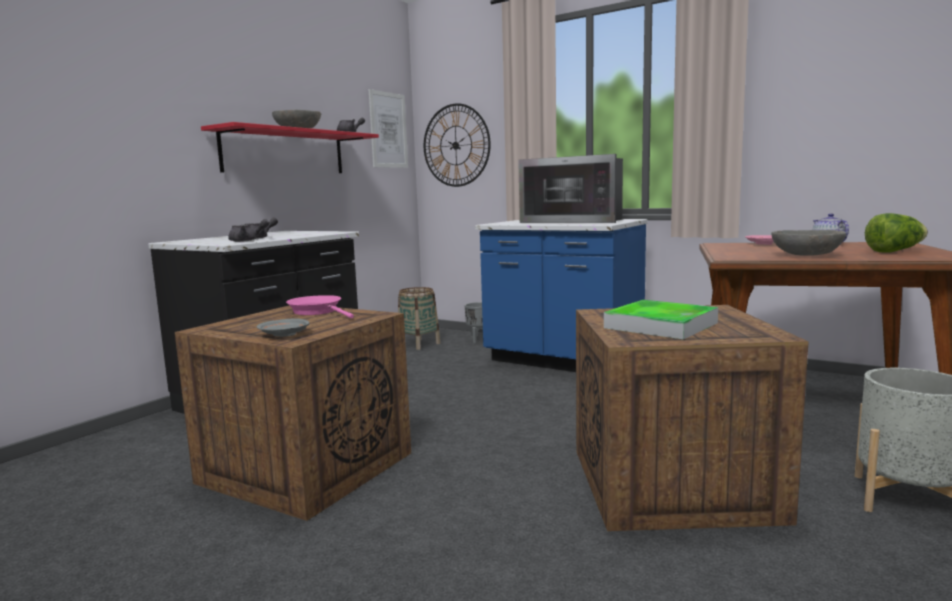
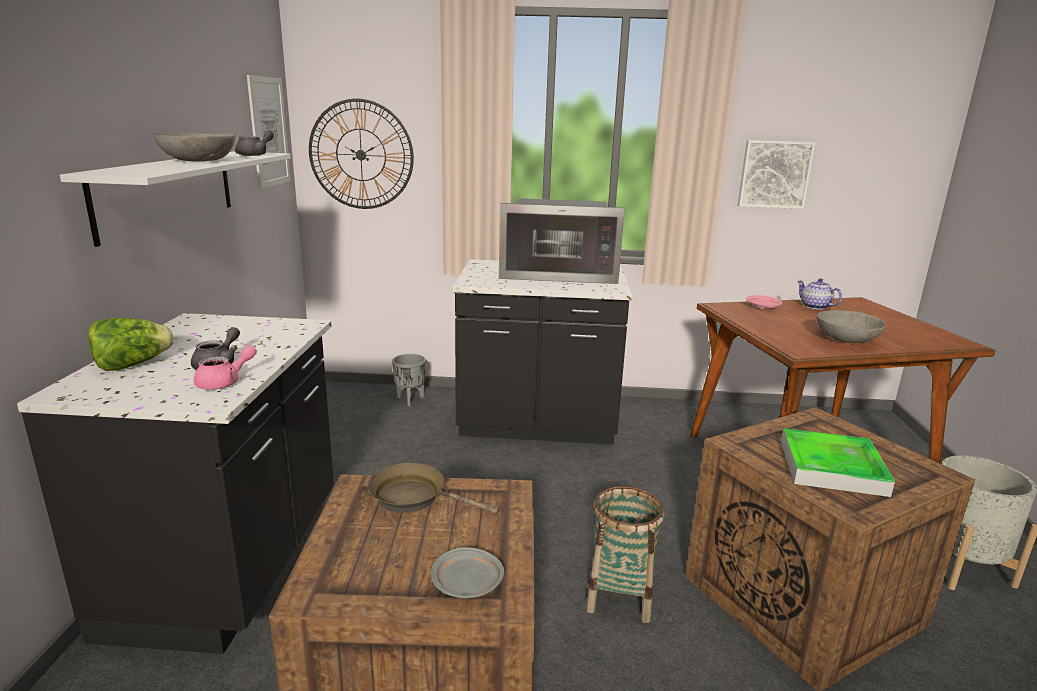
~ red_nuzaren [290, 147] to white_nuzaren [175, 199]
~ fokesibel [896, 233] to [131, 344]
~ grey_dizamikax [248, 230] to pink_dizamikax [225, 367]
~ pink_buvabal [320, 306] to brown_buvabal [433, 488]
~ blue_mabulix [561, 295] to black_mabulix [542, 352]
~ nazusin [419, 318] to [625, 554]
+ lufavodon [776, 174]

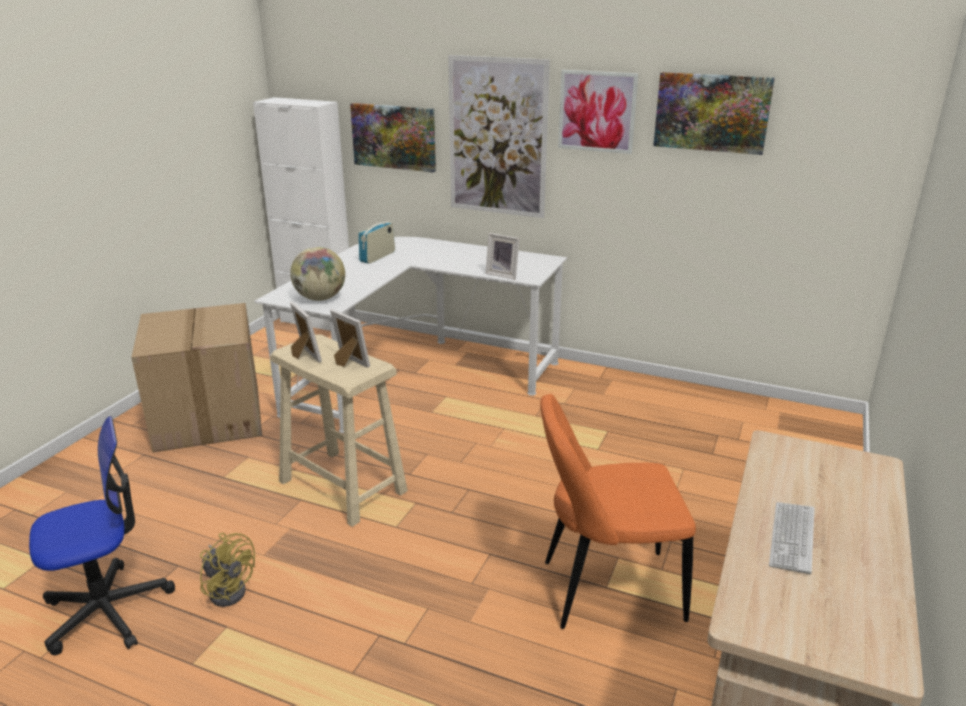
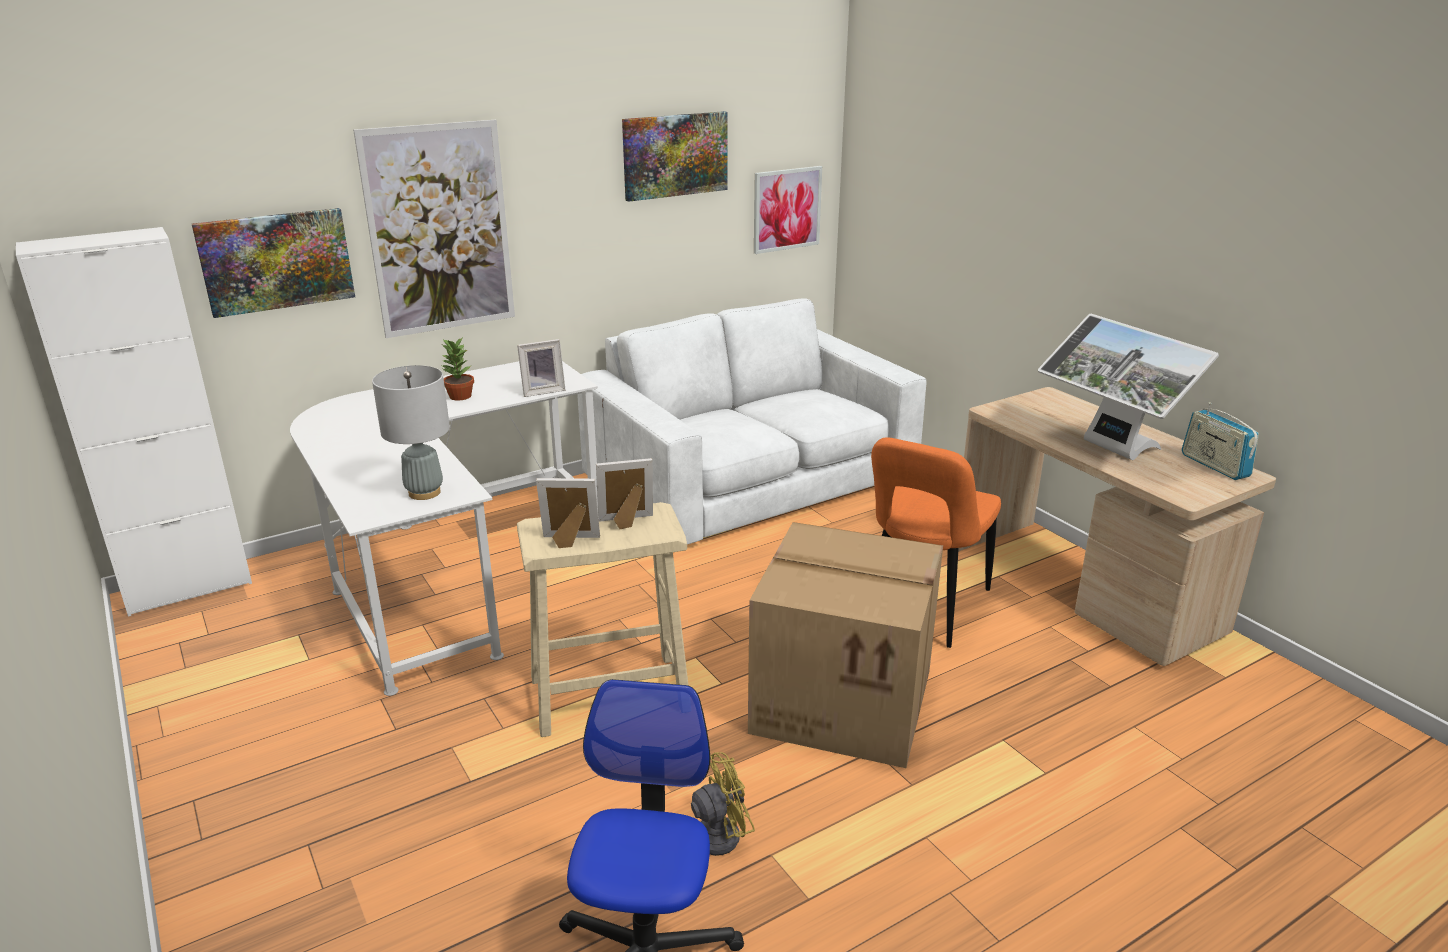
~ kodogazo [317, 274] to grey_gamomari [411, 432]
+ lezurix [457, 369]
+ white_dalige [752, 421]
~ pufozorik [196, 378] to [845, 645]
~ lufavodon [598, 112] to [788, 210]
~ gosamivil [792, 538] to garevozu [1128, 387]
~ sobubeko [377, 240] to [1220, 441]

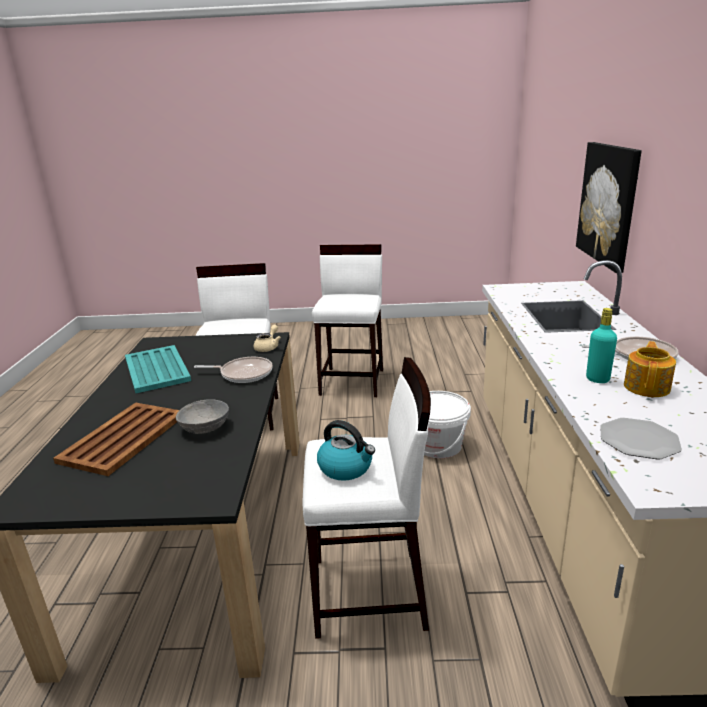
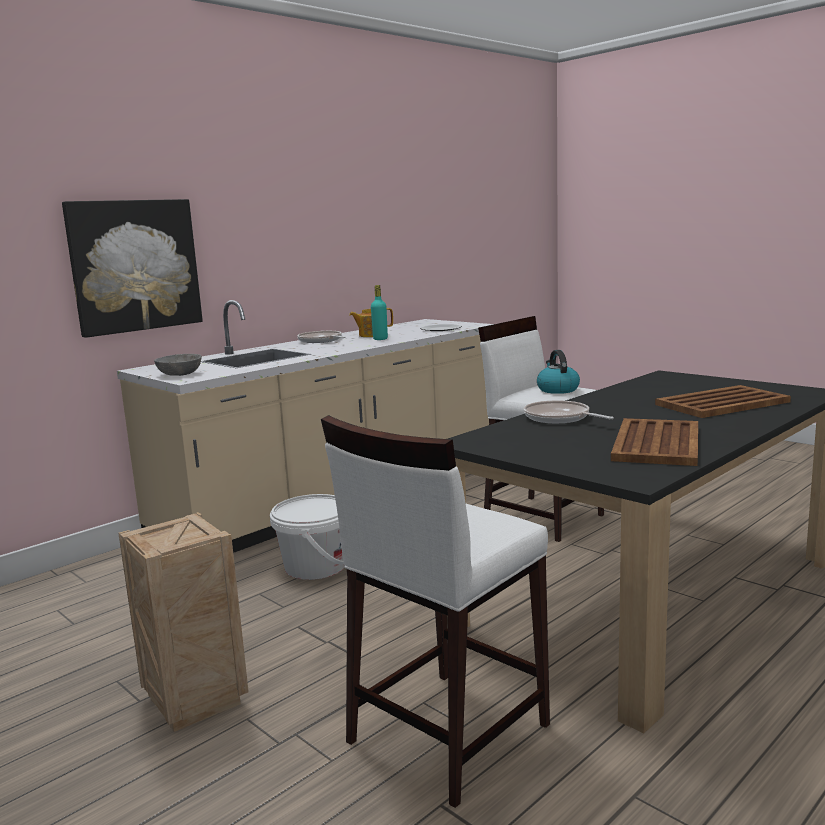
~ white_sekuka [347, 320] to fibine [183, 622]
~ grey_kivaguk [202, 416] to [178, 365]
~ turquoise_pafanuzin [158, 369] to brown_pafanuzin [654, 442]
- beige_dizamikax [267, 338]

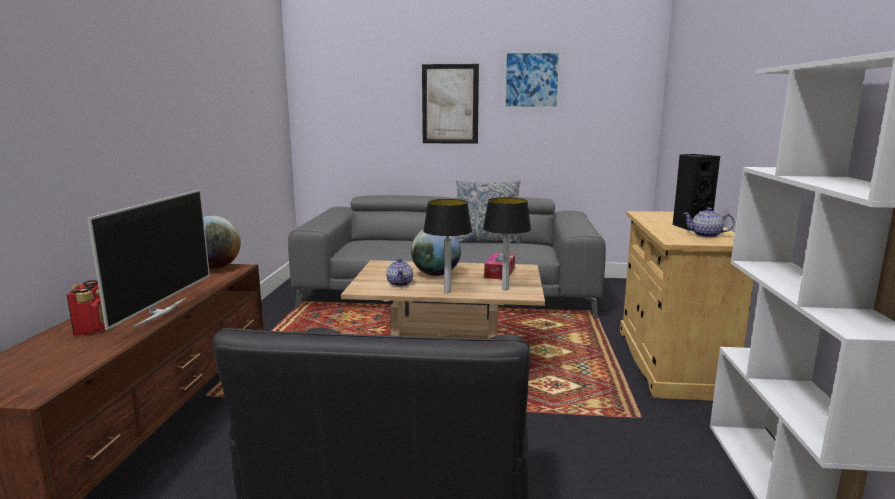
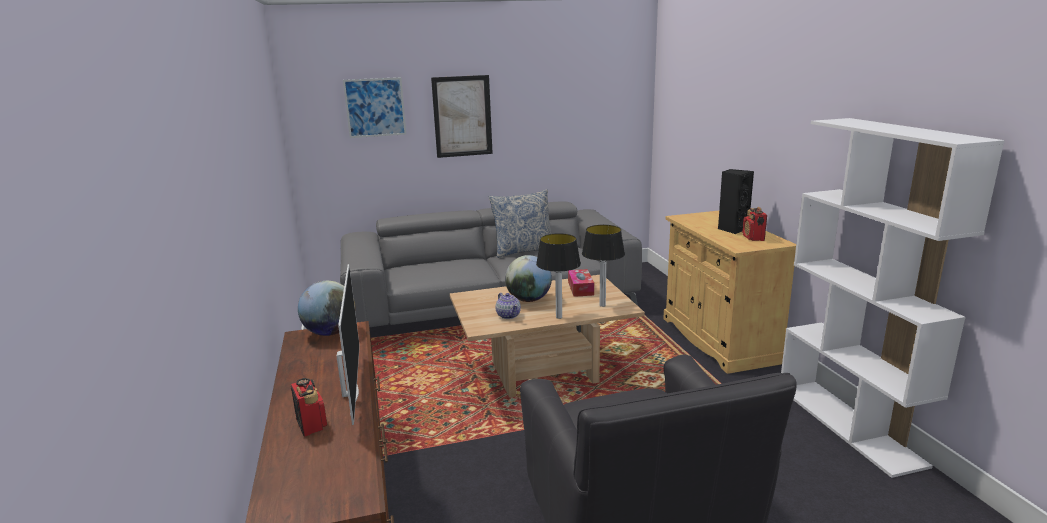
~ lufavodon [532, 79] to [374, 107]
~ dizamikax [709, 222] to sobubeko [754, 224]

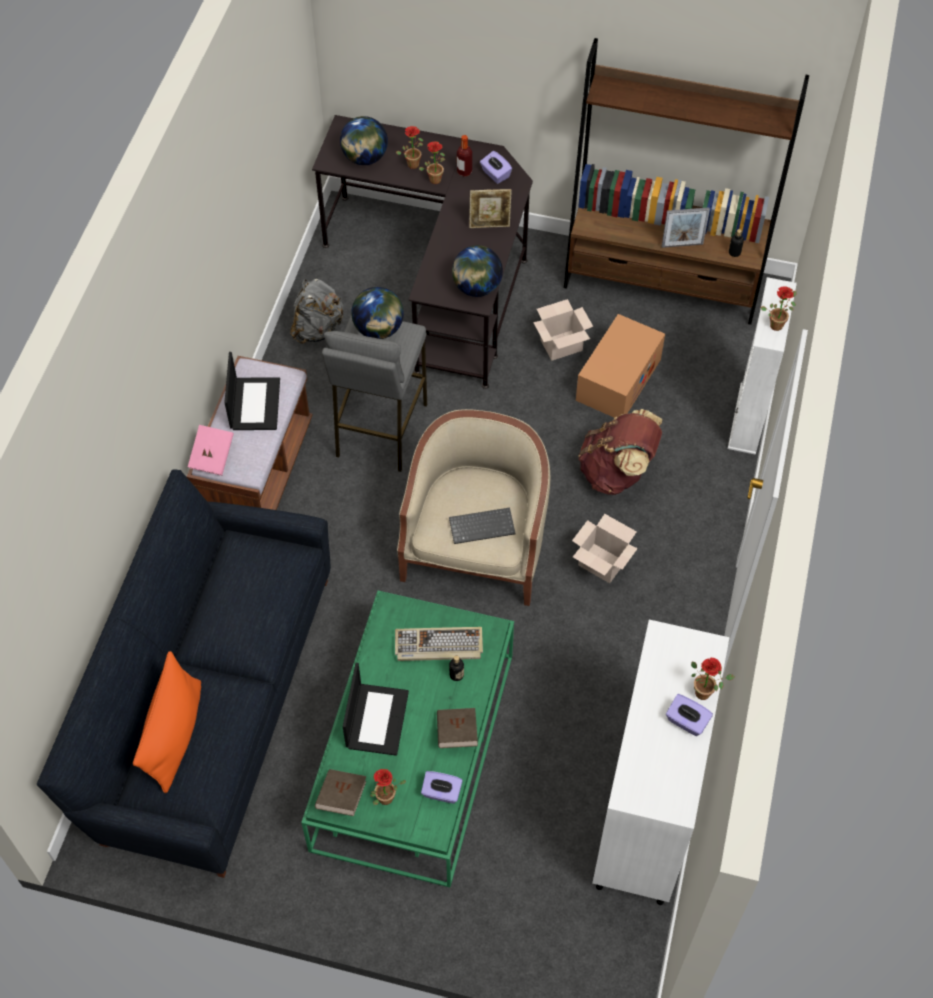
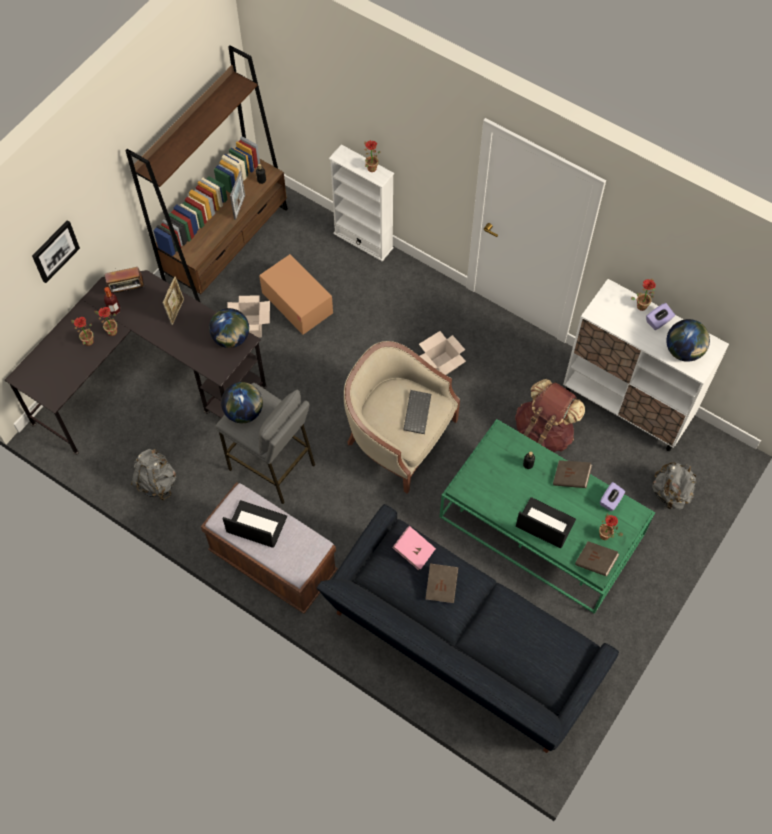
+ lufavodon [56, 251]
~ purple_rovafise [496, 167] to sobubeko [125, 280]
~ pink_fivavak [211, 450] to [414, 548]
+ brown_fivavak [442, 583]
~ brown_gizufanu [620, 452] to [550, 415]
+ grey_gizufanu [674, 486]
~ kodogazo [364, 140] to [688, 340]
- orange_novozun [167, 722]
- gosamivil [439, 644]

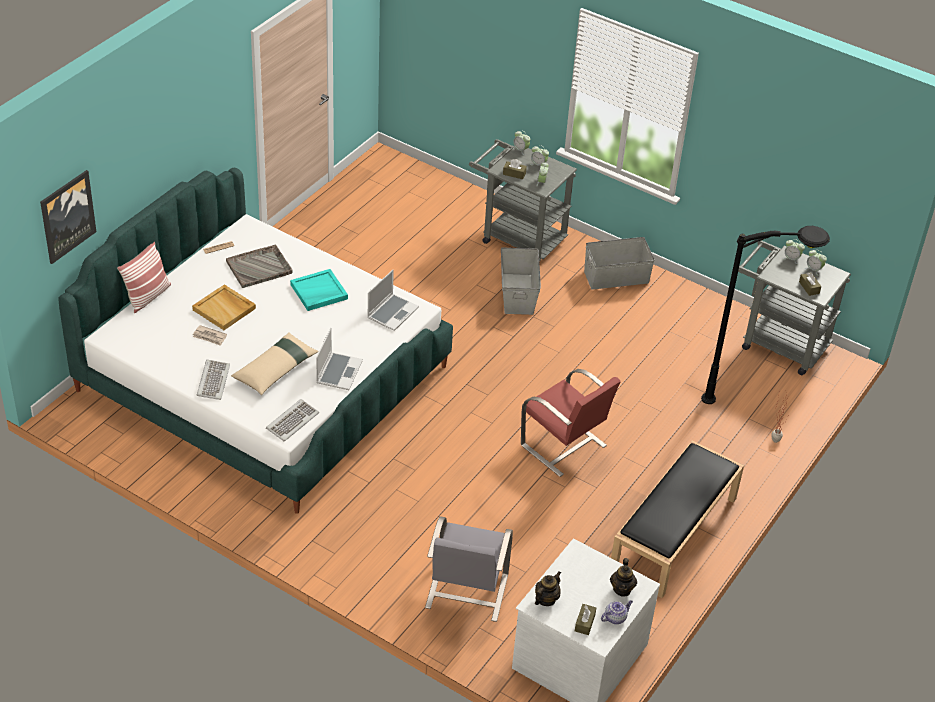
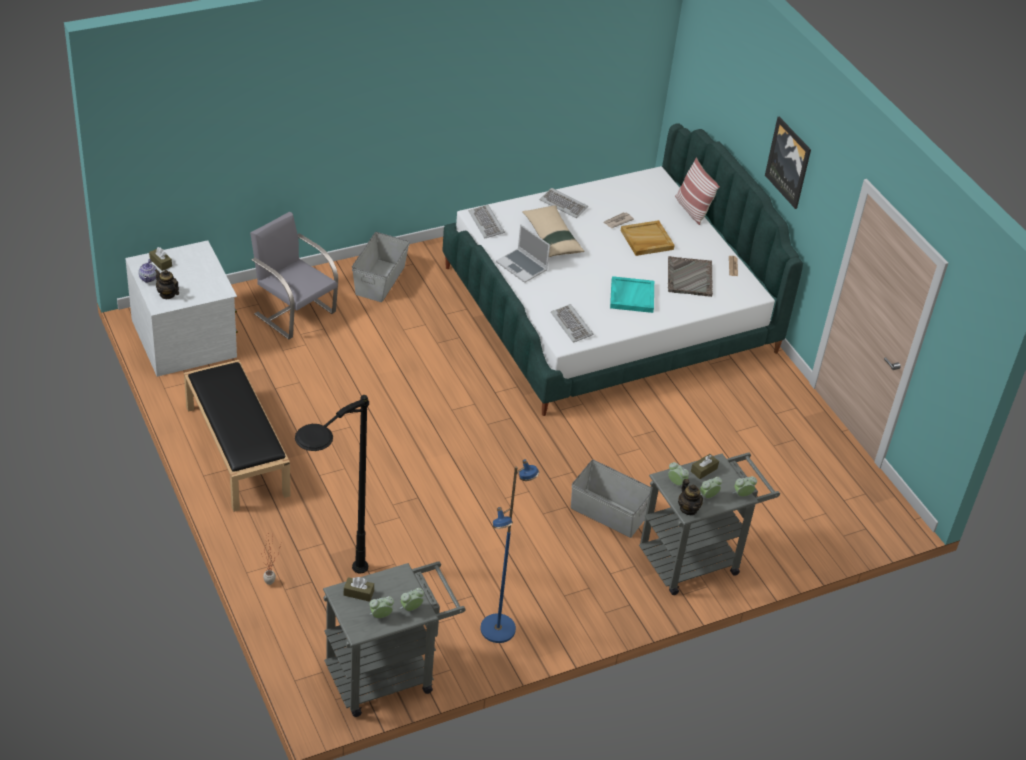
~ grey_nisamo [619, 263] to [381, 267]
+ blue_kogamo [509, 551]
~ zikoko [393, 300] to gosamivil [572, 323]
~ dizamikax [548, 588] to [690, 497]
~ lufavodon [68, 217] to [788, 163]
- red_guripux [571, 423]

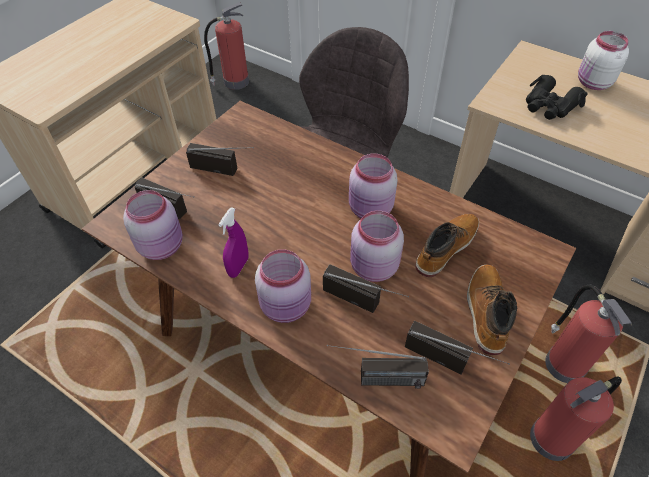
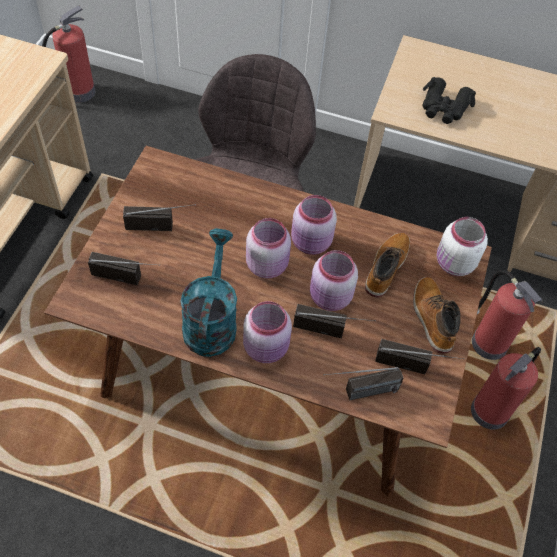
~ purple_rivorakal [233, 242] to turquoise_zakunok [209, 293]
~ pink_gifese [153, 225] to [268, 248]
~ white_gifese [603, 60] to [462, 246]

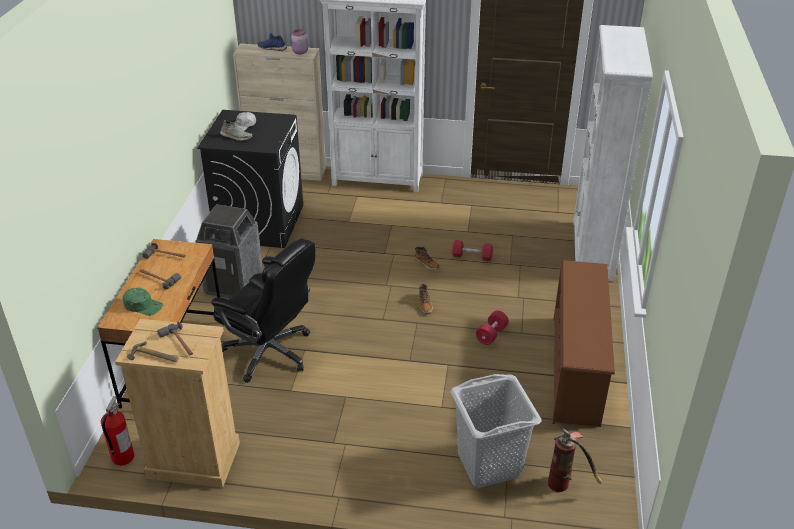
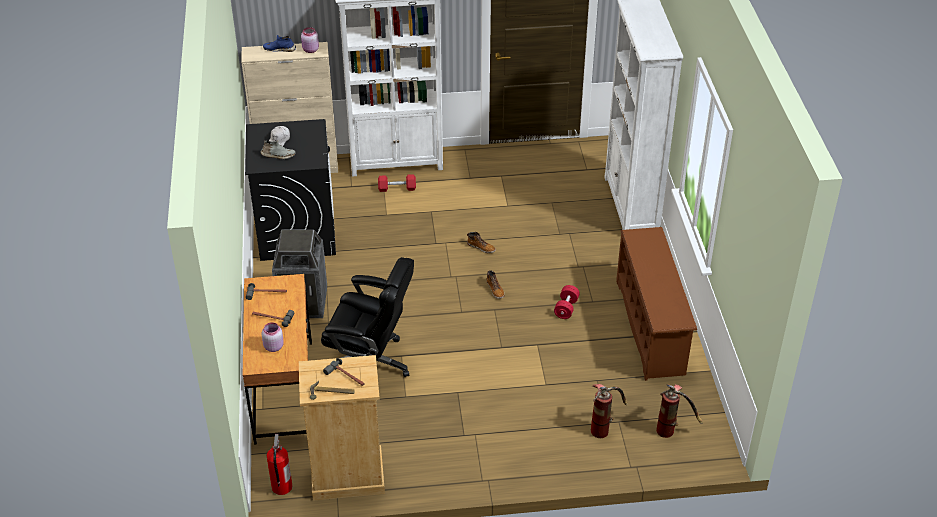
~ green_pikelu [142, 302] to pink_gifese [273, 337]
~ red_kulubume [472, 250] to [397, 183]
~ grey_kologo [495, 431] to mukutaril [609, 411]

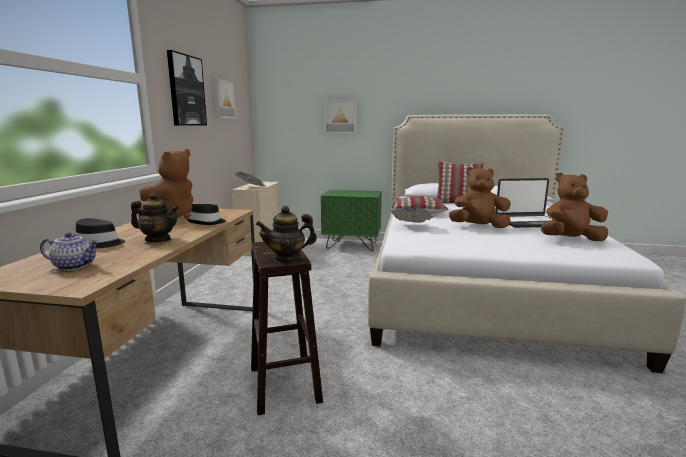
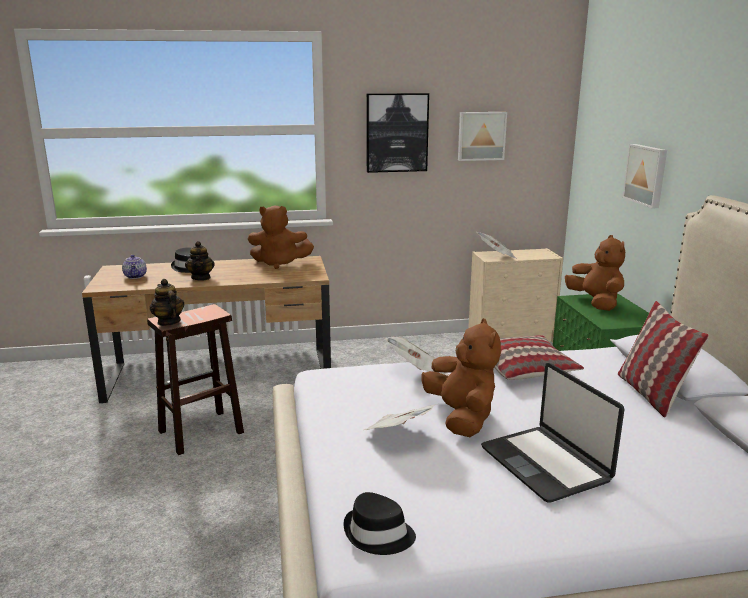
~ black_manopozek [206, 214] to [379, 523]
+ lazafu [400, 417]
~ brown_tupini [574, 207] to [595, 273]

